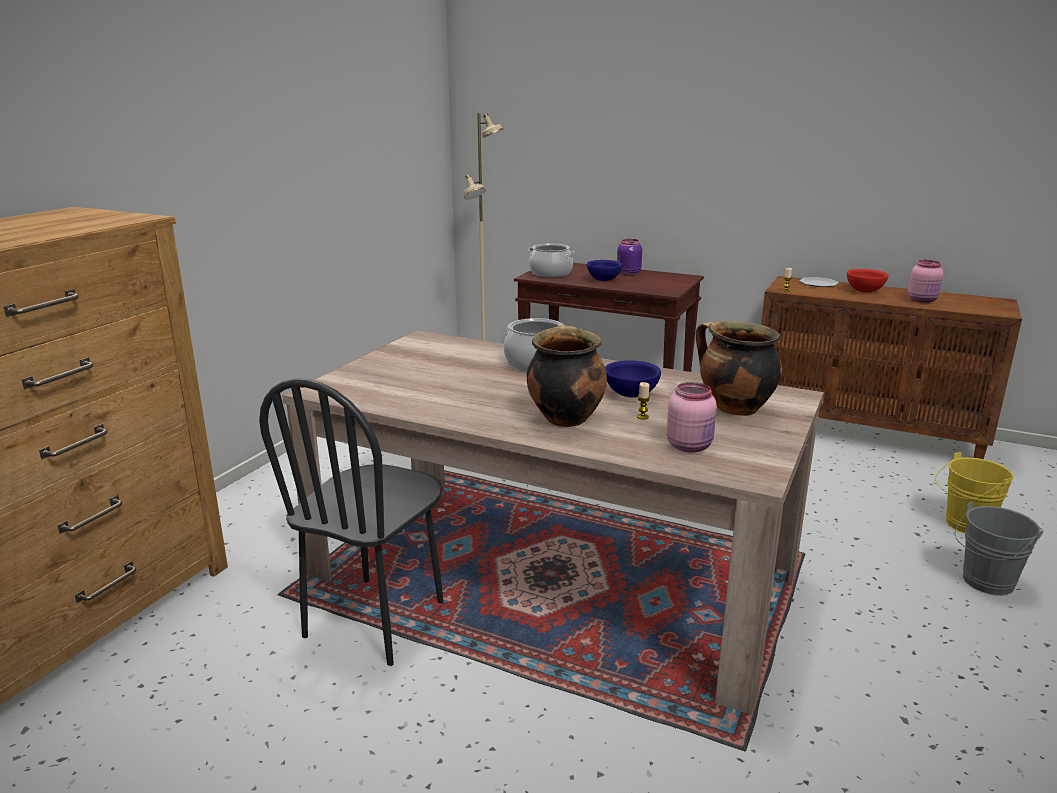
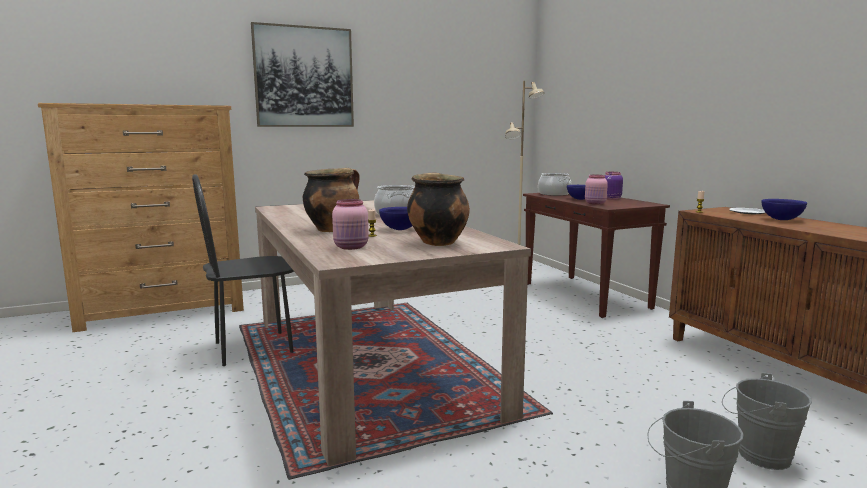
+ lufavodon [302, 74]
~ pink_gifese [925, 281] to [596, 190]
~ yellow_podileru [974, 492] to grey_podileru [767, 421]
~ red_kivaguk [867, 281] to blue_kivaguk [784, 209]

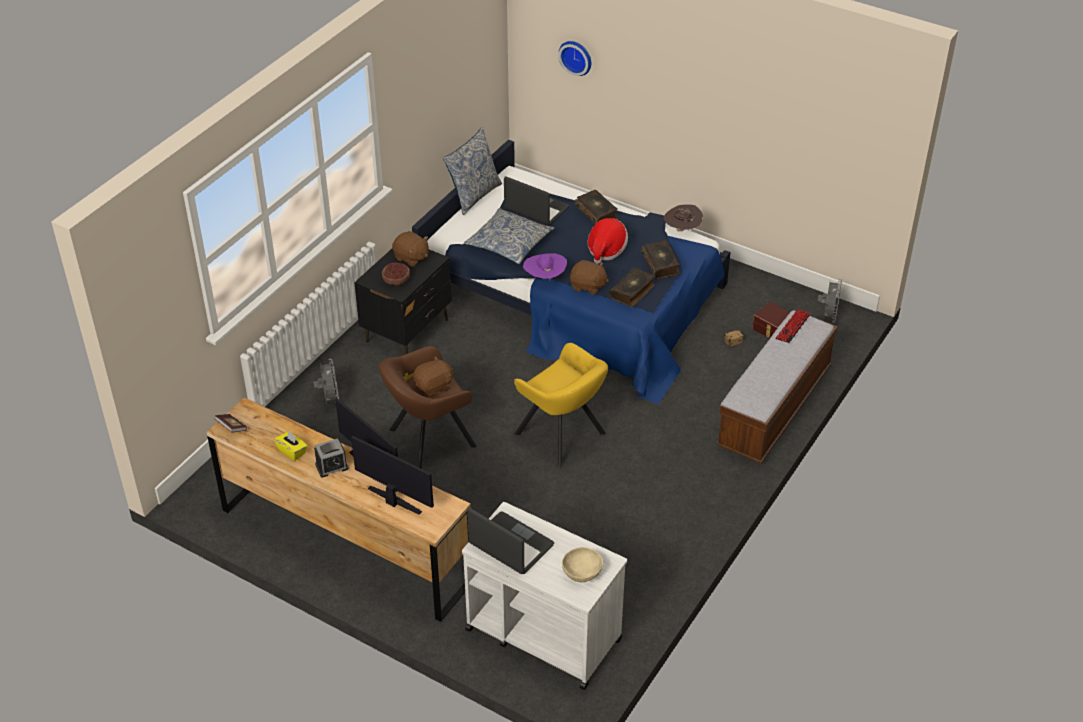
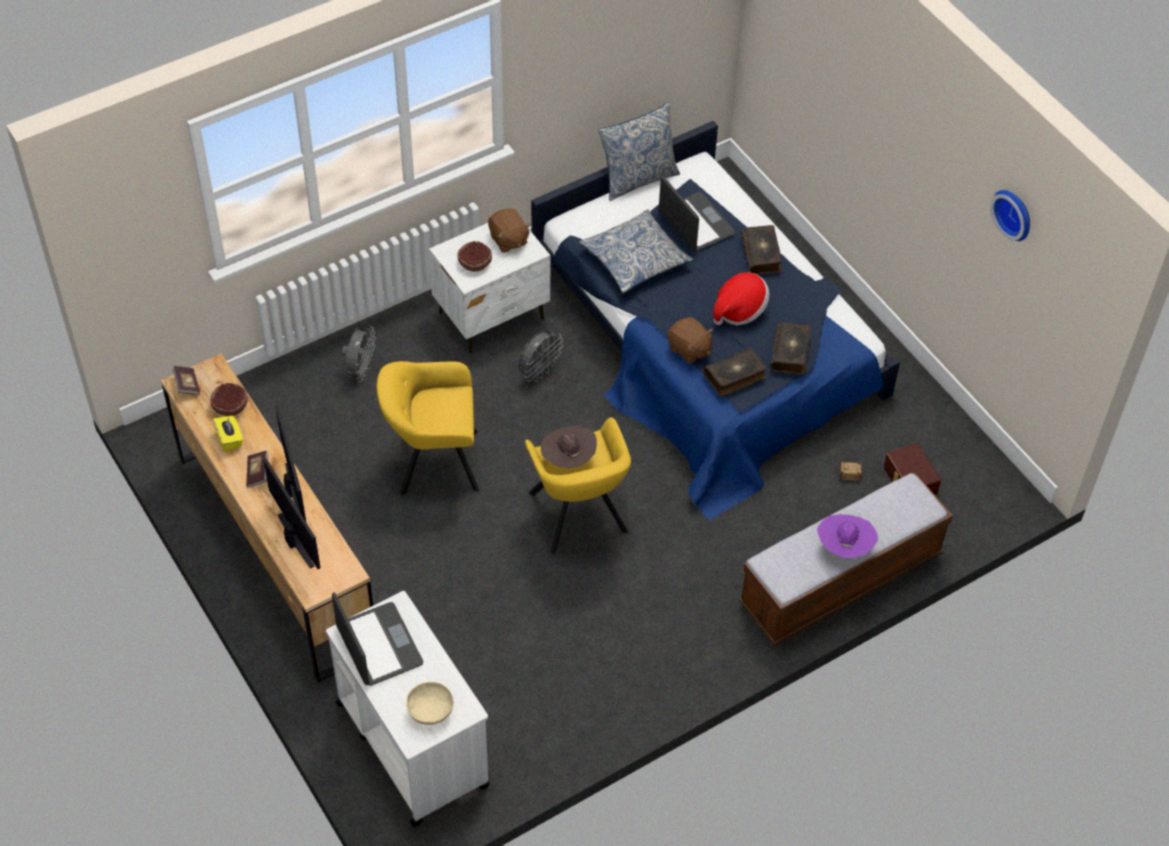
+ kivaguk [229, 399]
~ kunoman [331, 458] to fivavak [257, 469]
~ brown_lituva [428, 407] to yellow_lituva [428, 428]
~ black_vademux [403, 301] to white_vademux [489, 288]
~ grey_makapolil [829, 301] to [540, 356]
~ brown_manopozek [683, 217] to [569, 446]
~ purple_manopozek [545, 266] to [847, 536]
~ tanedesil [574, 58] to [1010, 215]
- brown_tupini [433, 377]
- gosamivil [793, 326]

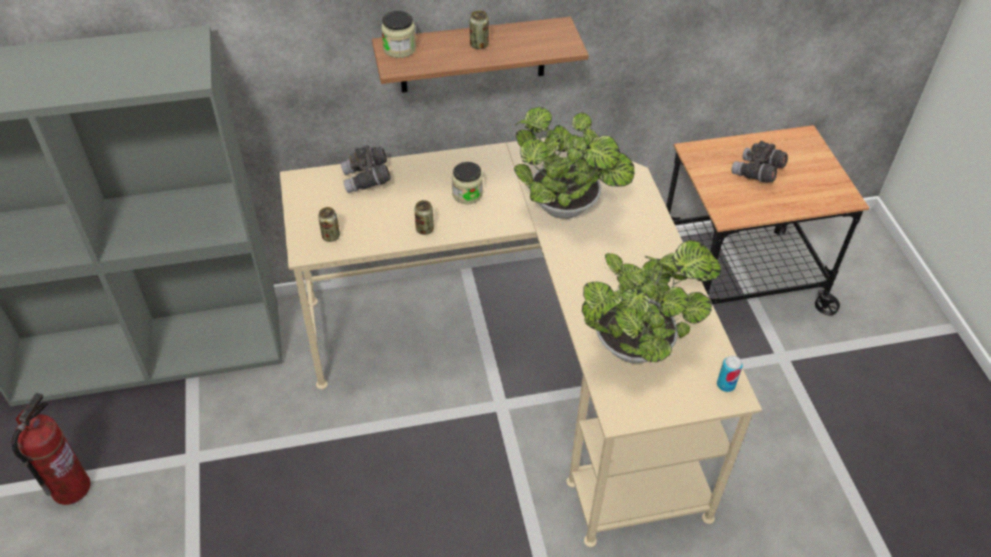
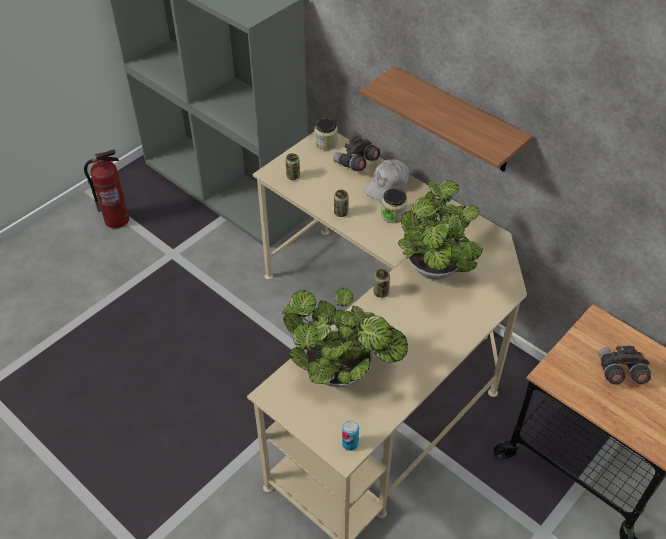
~ gifese [398, 34] to [326, 134]
+ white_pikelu [386, 180]
~ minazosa [479, 30] to [381, 283]

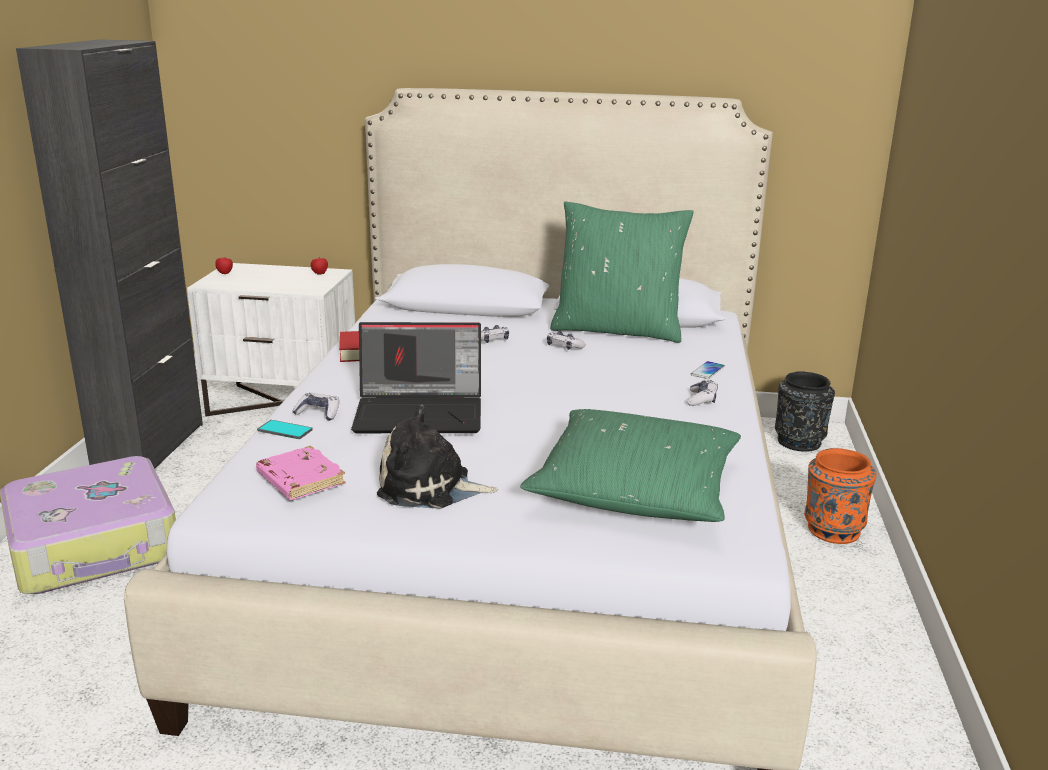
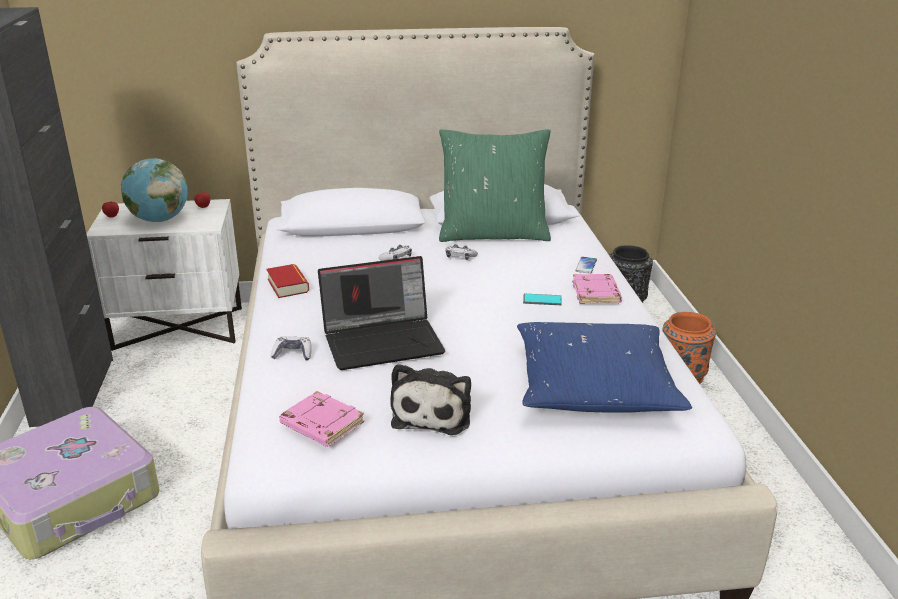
+ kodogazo [154, 190]
~ tupini [437, 456] = [430, 399] 75 degrees counterclockwise
~ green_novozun [630, 465] to blue_novozun [604, 367]
~ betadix [285, 429] to [542, 299]
~ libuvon [702, 393] to pink_fivavak [597, 289]

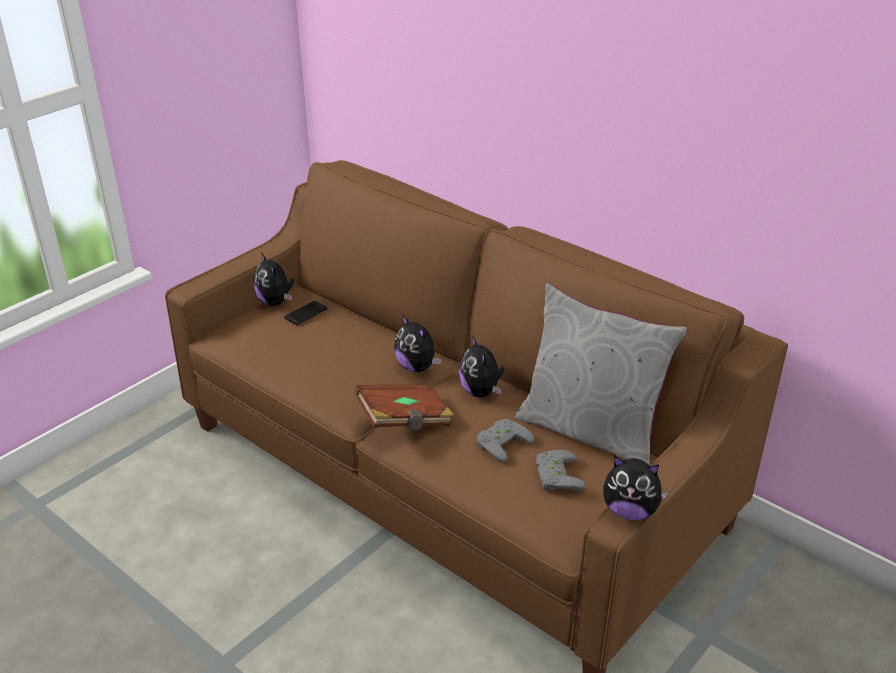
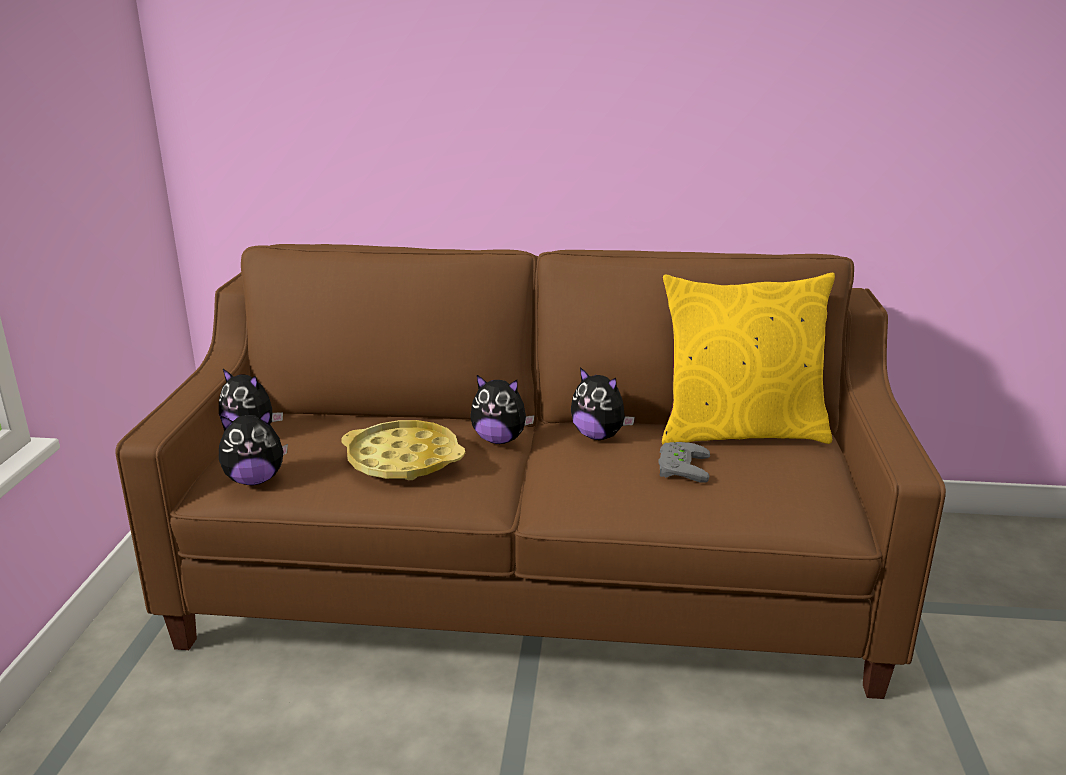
~ tupini [636, 488] to [253, 447]
+ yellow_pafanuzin [403, 450]
~ grey_novozun [601, 374] to yellow_novozun [748, 358]
- betadix [306, 313]
- brown_fivavak [404, 407]
- grey_libuvon [560, 470]

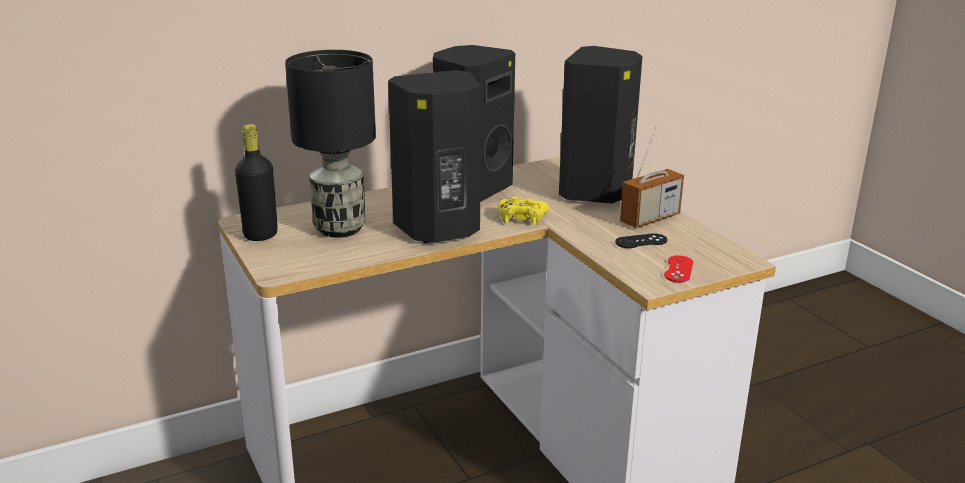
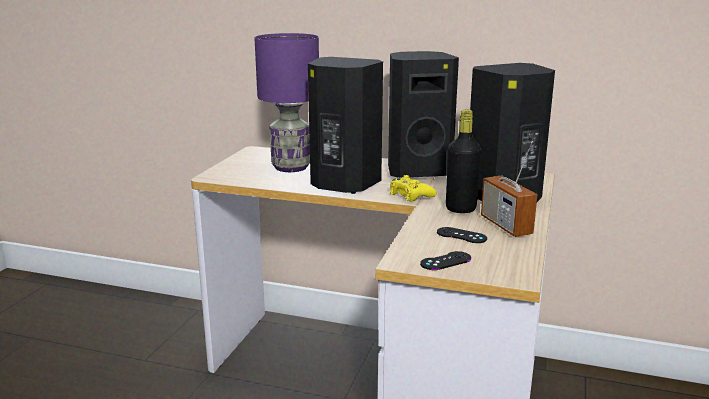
~ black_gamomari [330, 144] to purple_gamomari [286, 102]
~ red_libuvon [678, 268] to black_libuvon [445, 260]
~ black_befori [256, 182] to [463, 161]
~ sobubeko [652, 177] = [509, 189] 60 degrees clockwise

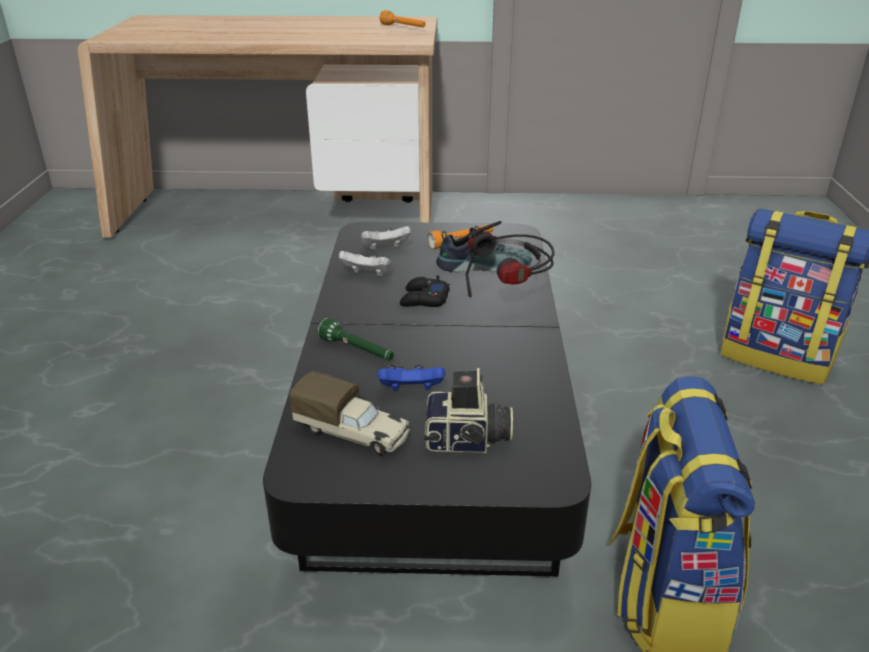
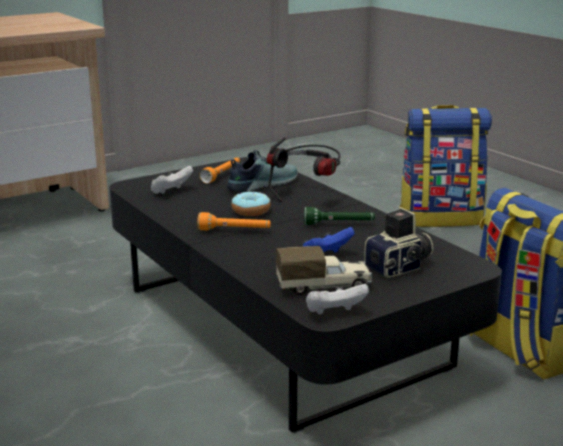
~ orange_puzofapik [403, 18] to [234, 221]
~ black_libuvon [425, 291] to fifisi [251, 204]
~ green_puzofapik [355, 339] to [339, 216]
~ white_libuvon [365, 264] to [337, 299]

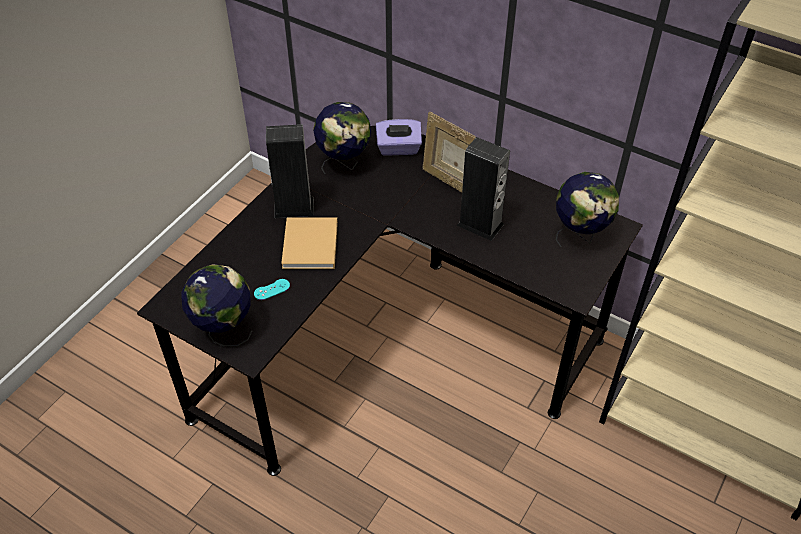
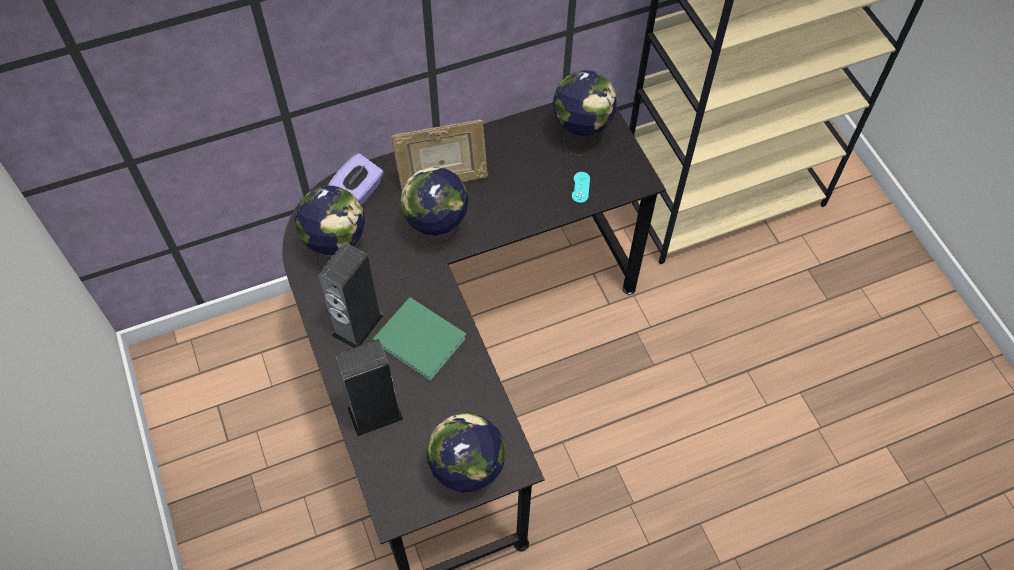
~ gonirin [483, 189] to [368, 387]
~ beige_fivavak [309, 243] to green_fivavak [420, 339]
+ kodogazo [434, 205]
~ turquoise_libuvon [272, 289] to [581, 187]

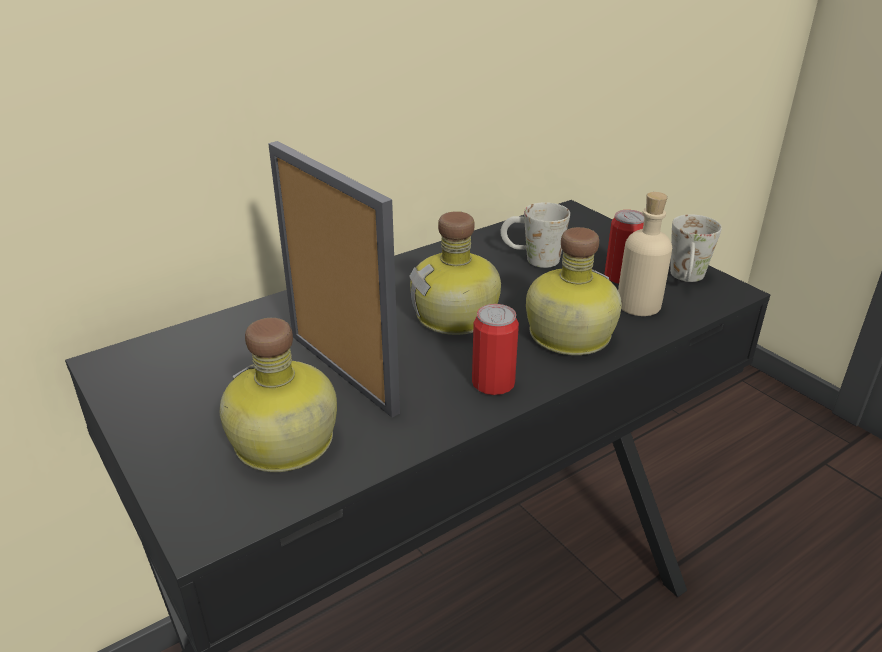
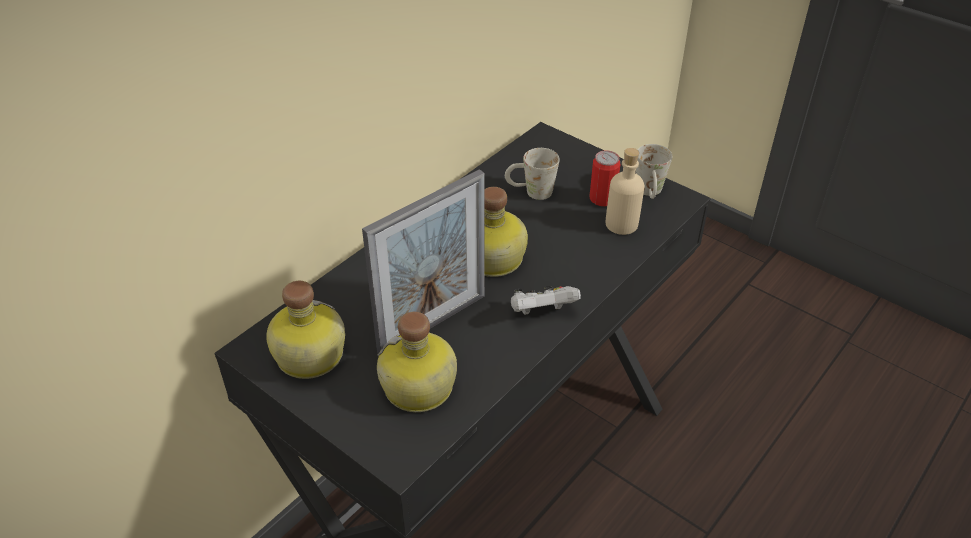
~ befori [574, 291] to [305, 329]
~ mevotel [334, 279] = [423, 261] 105 degrees clockwise
~ minazosa [495, 349] to white_libuvon [546, 300]

